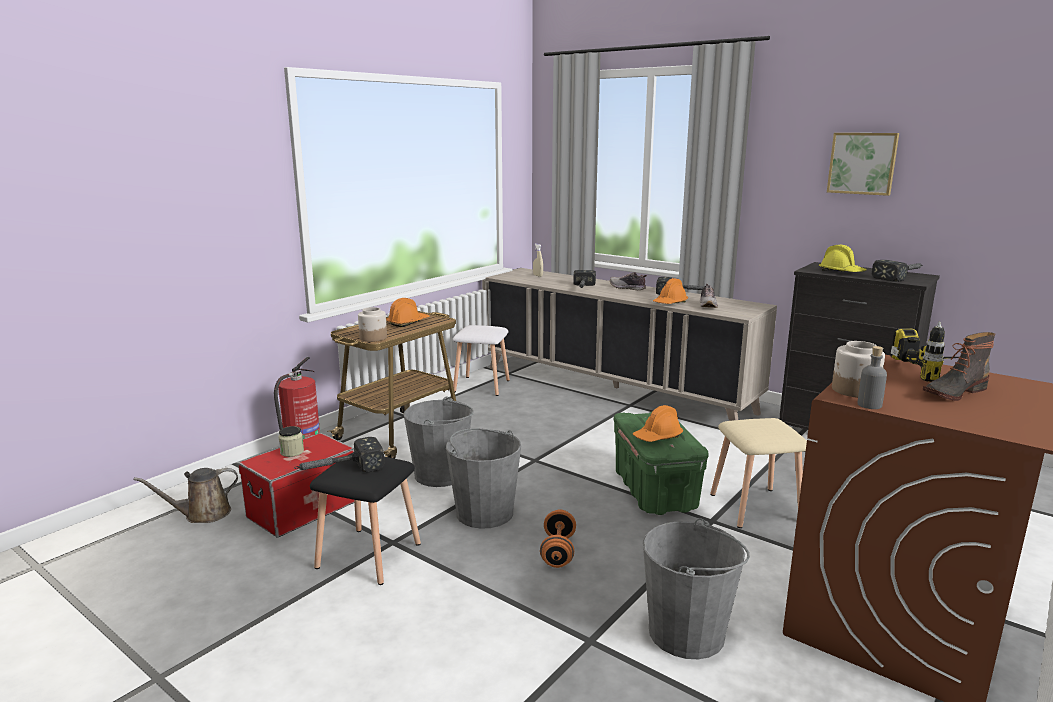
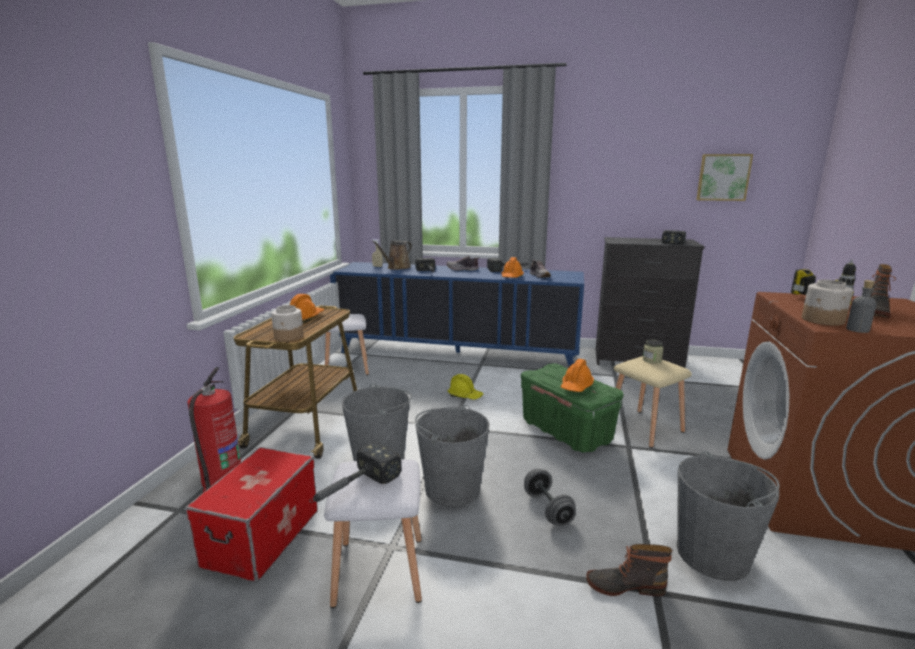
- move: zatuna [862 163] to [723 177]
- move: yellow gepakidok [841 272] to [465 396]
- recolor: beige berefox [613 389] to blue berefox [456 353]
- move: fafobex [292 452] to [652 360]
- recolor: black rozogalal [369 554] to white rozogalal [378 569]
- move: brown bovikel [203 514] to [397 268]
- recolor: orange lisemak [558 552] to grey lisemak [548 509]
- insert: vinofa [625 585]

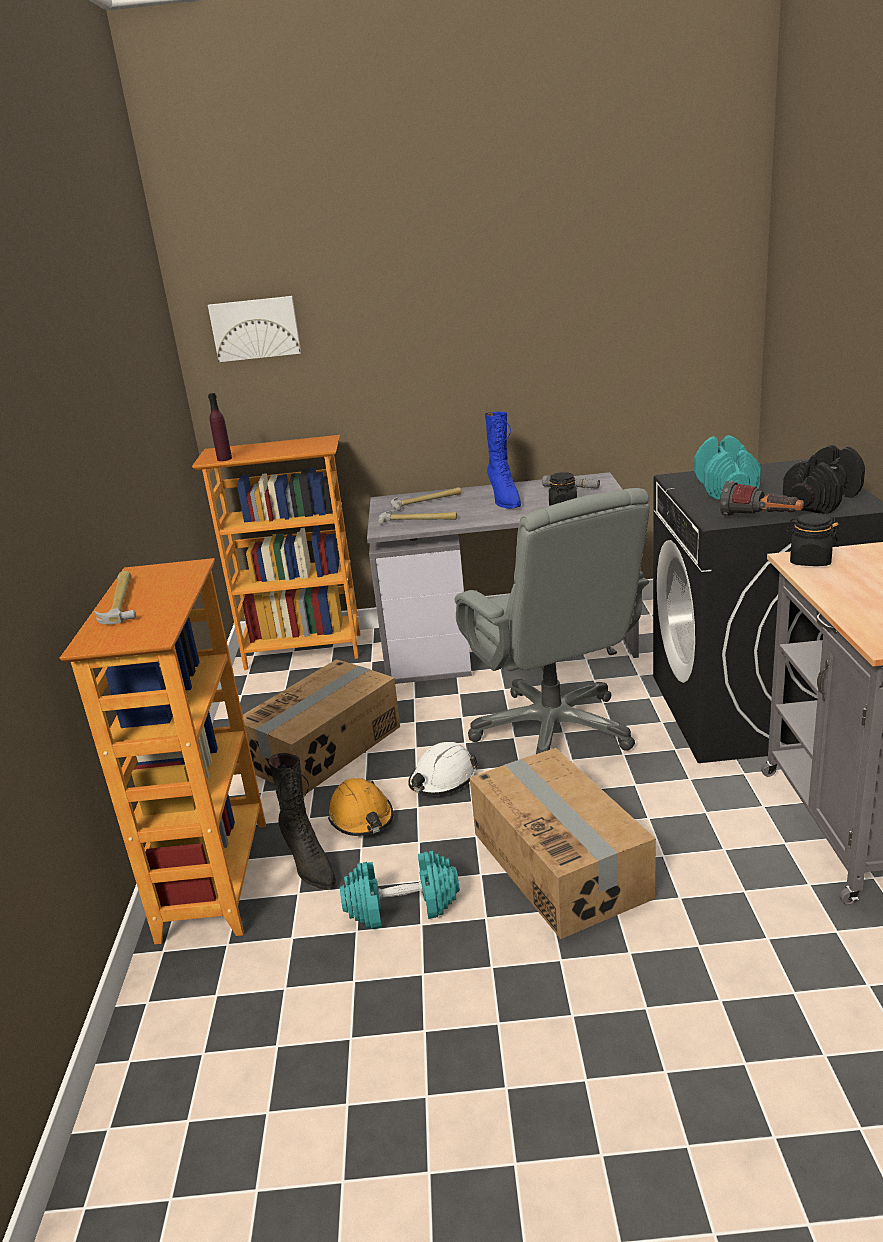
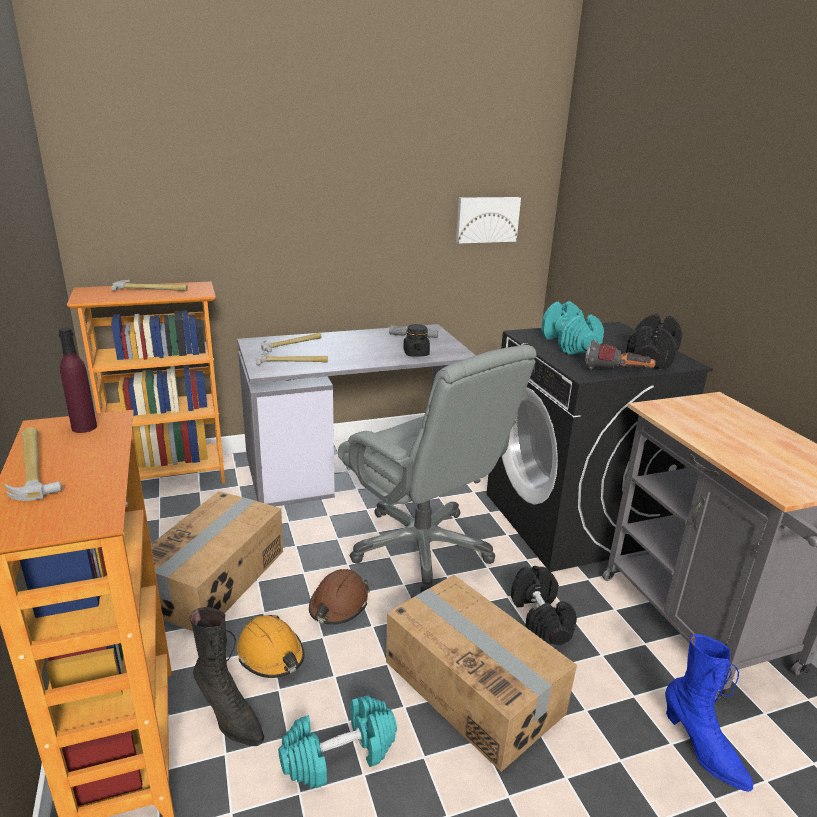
- move: zatuna [255 328] to [486 219]
- move: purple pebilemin [224 459] to [84 427]
- move: blue vinofa [504 500] to [702 749]
- delete: black fafobex [810 561]
- recolor: white gepakidok [442 780] to brown gepakidok [338 605]
- insert: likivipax [150 290]
- insert: black lisemak [539 618]

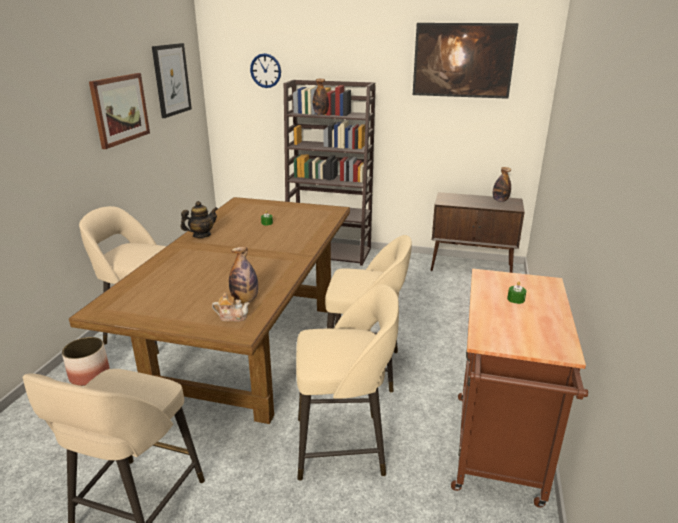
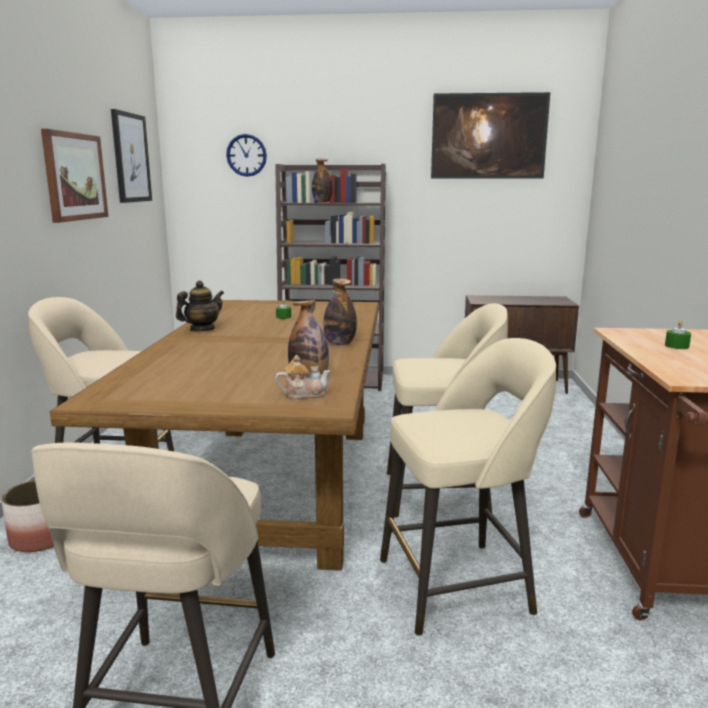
- move: pebilemin [500 200] to [339 343]

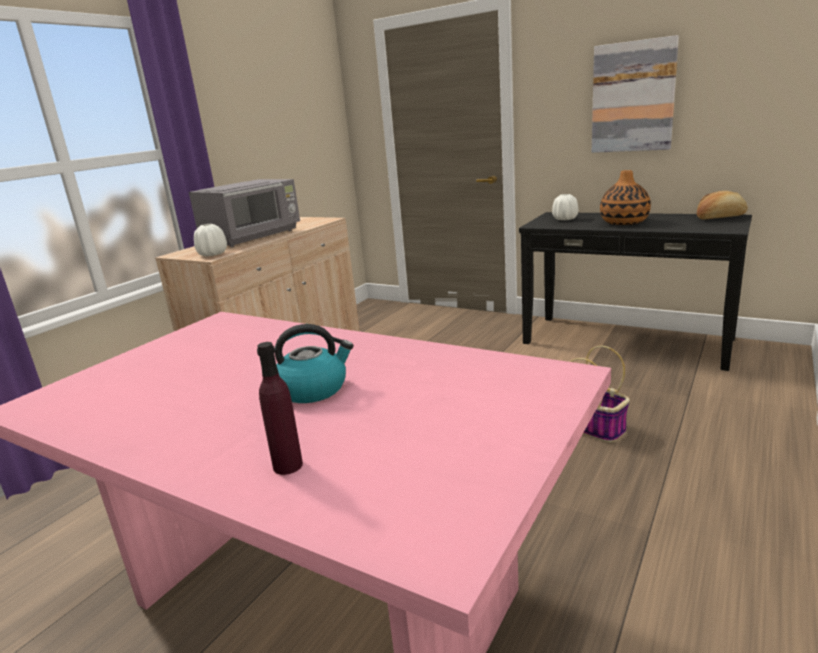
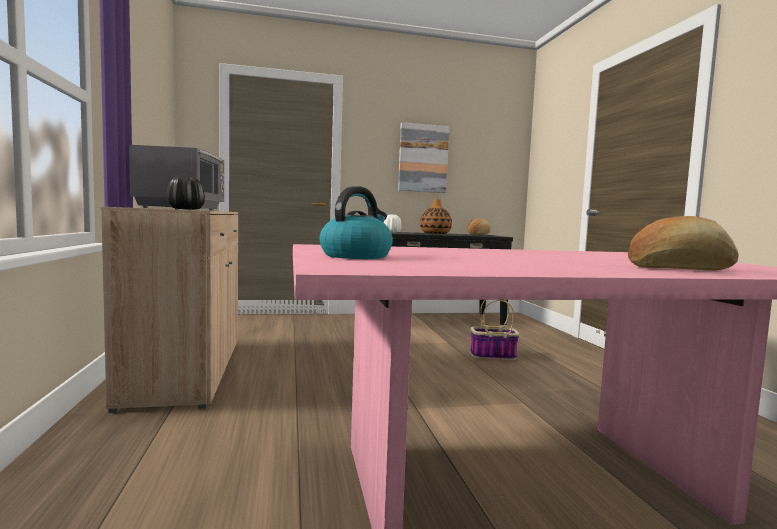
- recolor: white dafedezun [212 254] to black dafedezun [186 209]
- move: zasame [313 389] to [356 256]
- replace: purple pebilemin [288 465] to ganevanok [678 269]

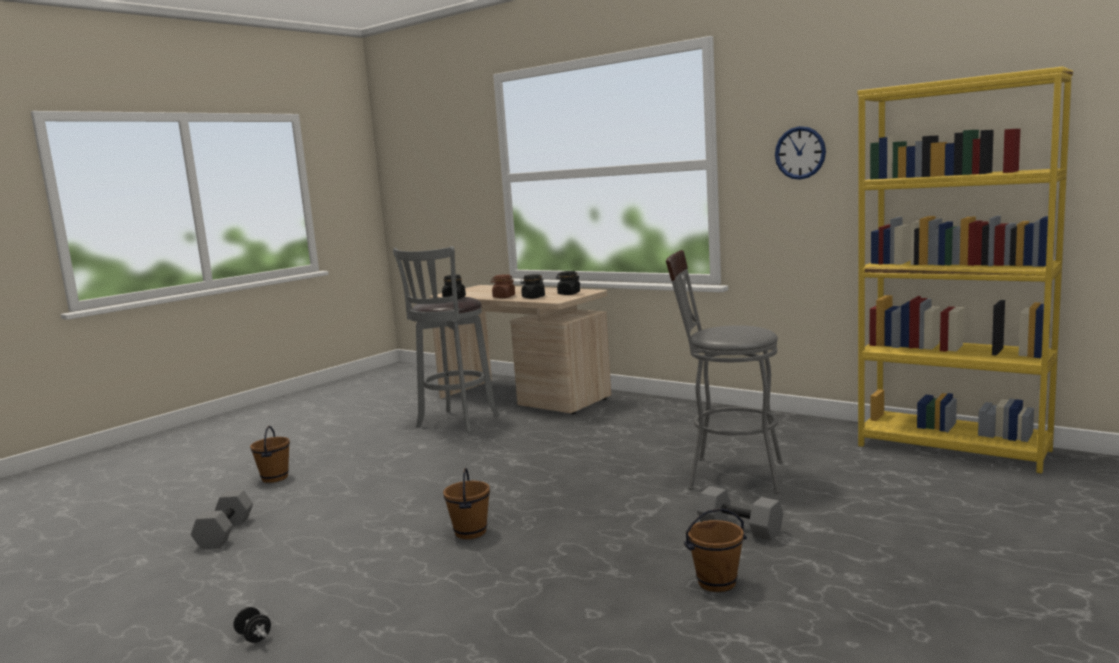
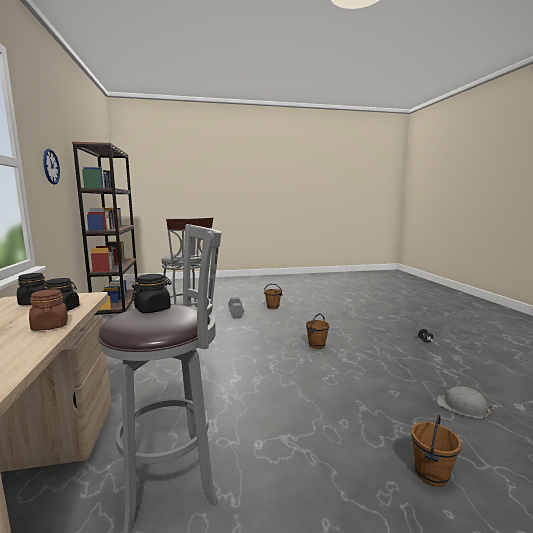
- recolor: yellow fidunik [953 448] to brown fidunik [117 306]
- replace: grey lisemak [224 532] to grey gepakidok [462 407]

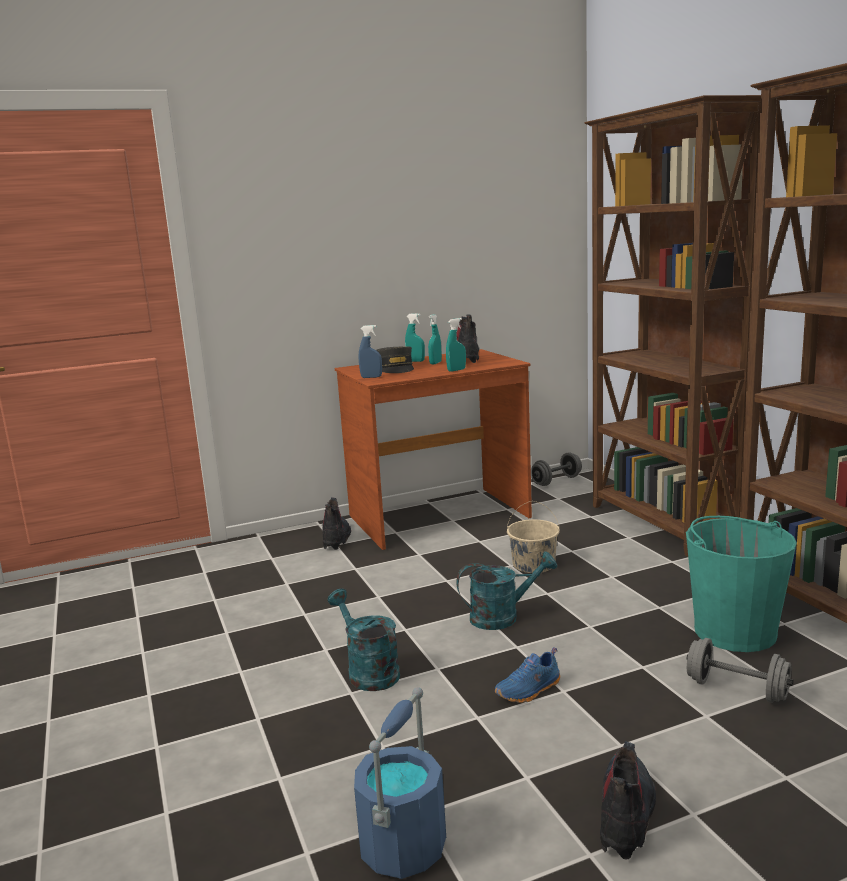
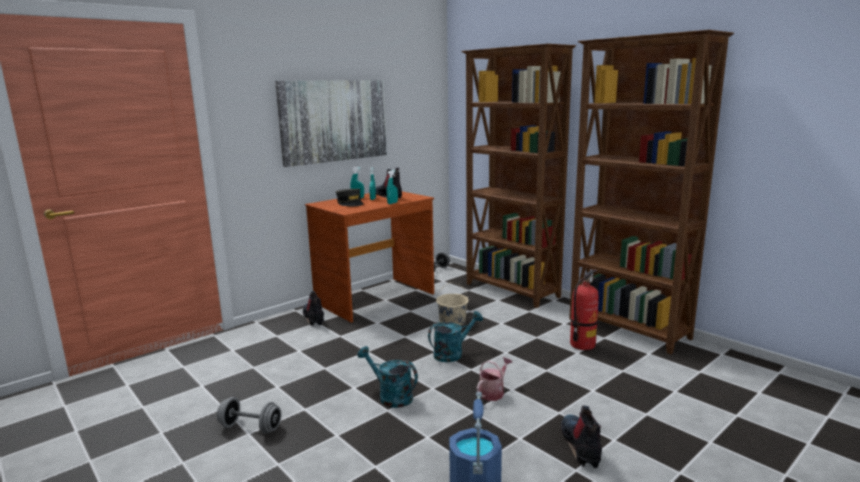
- delete: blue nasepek [371 377]
- replace: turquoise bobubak [734 631] to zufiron [582 345]
- move: grey lisemak [737 689] to [250 427]
- replace: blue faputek [529 691] to bovikel [493 392]
- insert: zatuna [334 121]

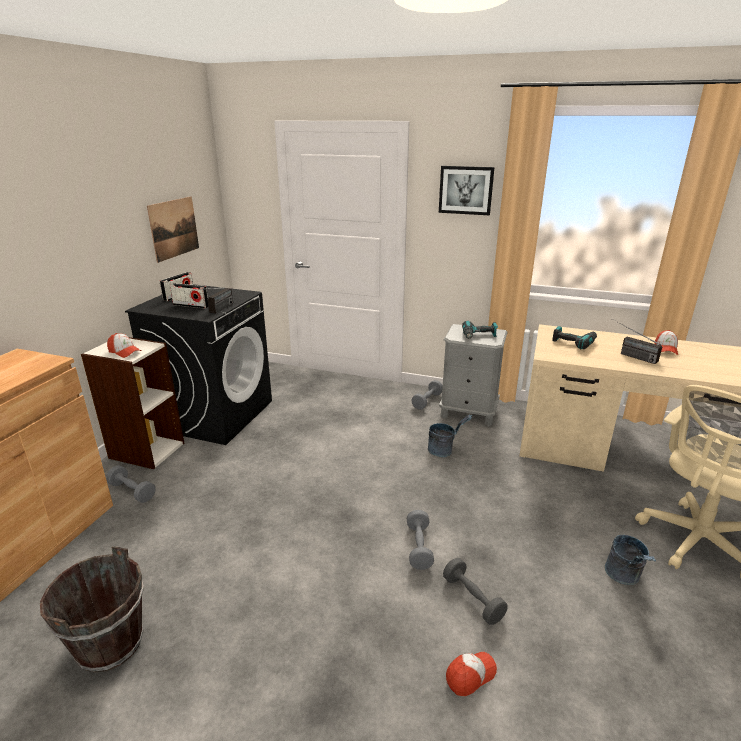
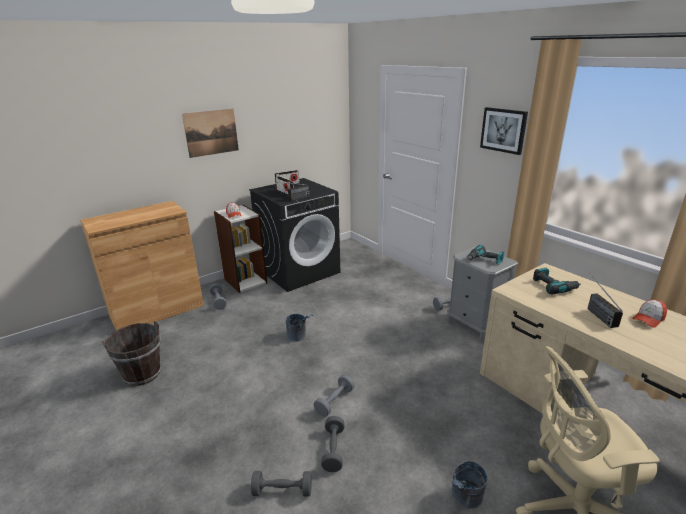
- move: zatuna [174 228] to [211 132]
- move: grey bobubak [444 450] to [299 337]
- replace: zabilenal [470 675] to grey lisemak [282 491]

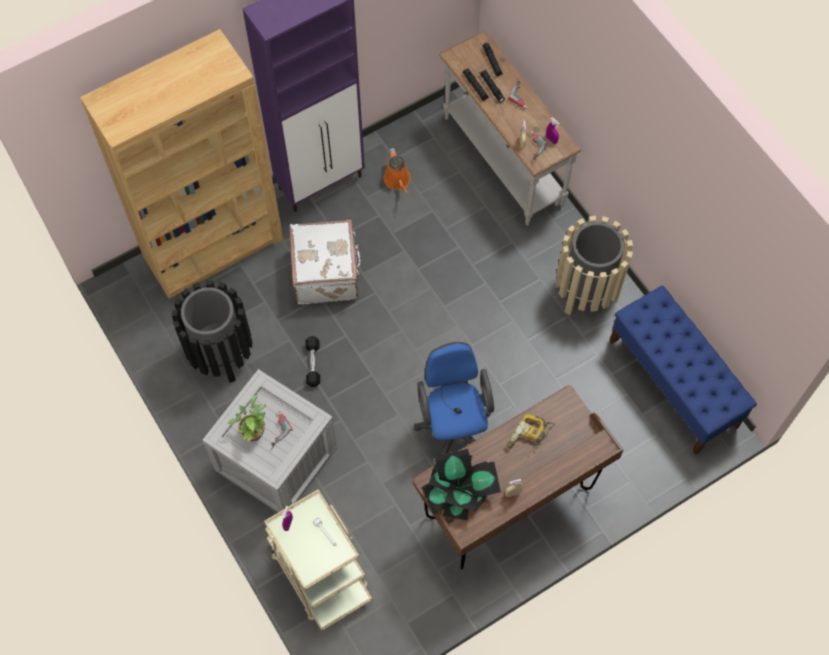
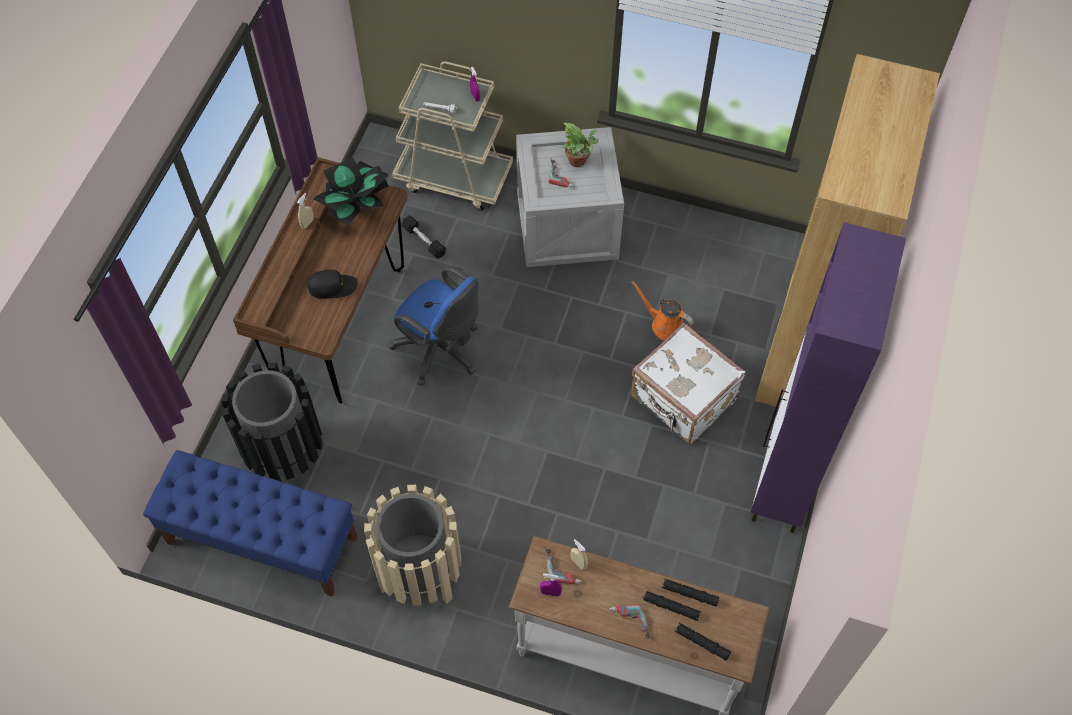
- move: orange bovikel [398 181] to [664 325]
- move: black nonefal [221 353] to [285 454]
- move: black lisemak [313 364] to [424 241]
- replace: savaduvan [529 437] to black zabilenal [332 286]

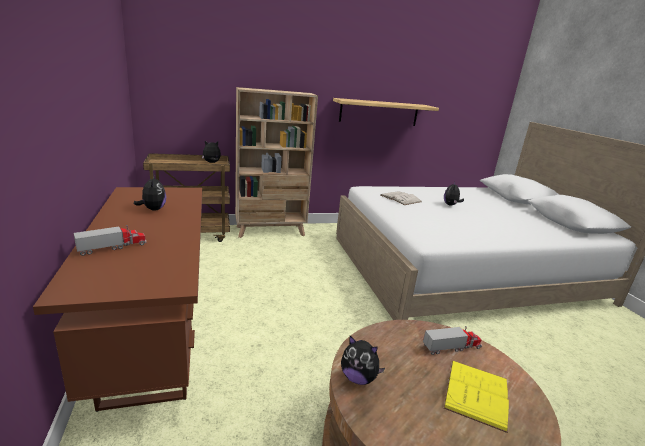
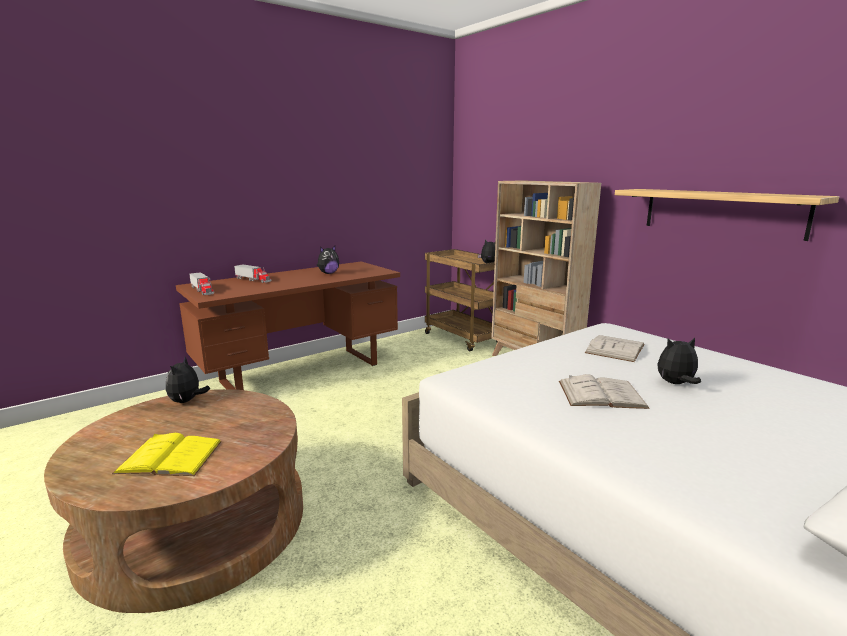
- move: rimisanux [452 347] to [202 290]
- insert: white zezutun [601 394]

